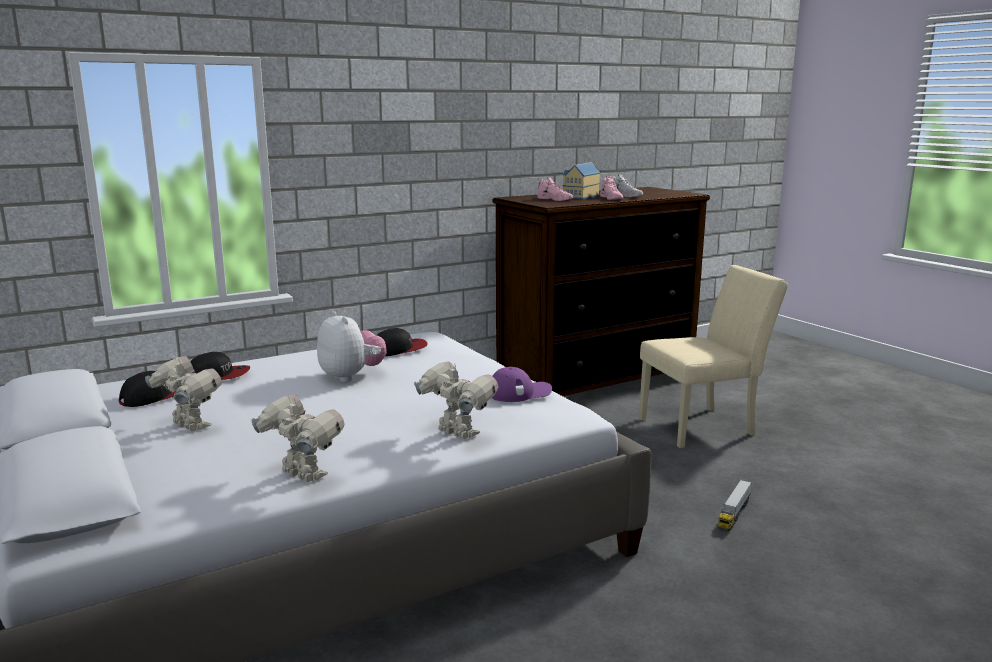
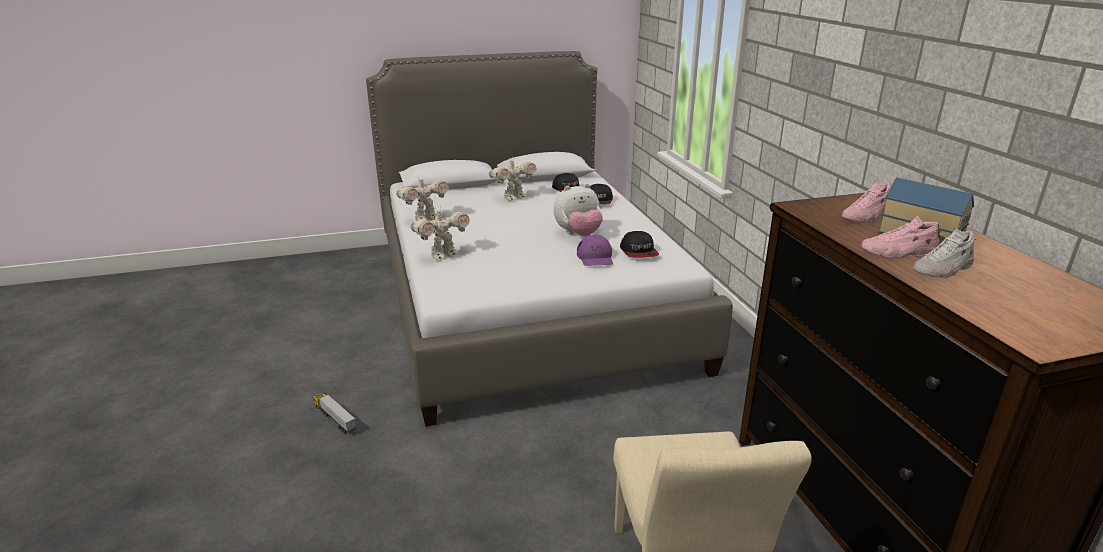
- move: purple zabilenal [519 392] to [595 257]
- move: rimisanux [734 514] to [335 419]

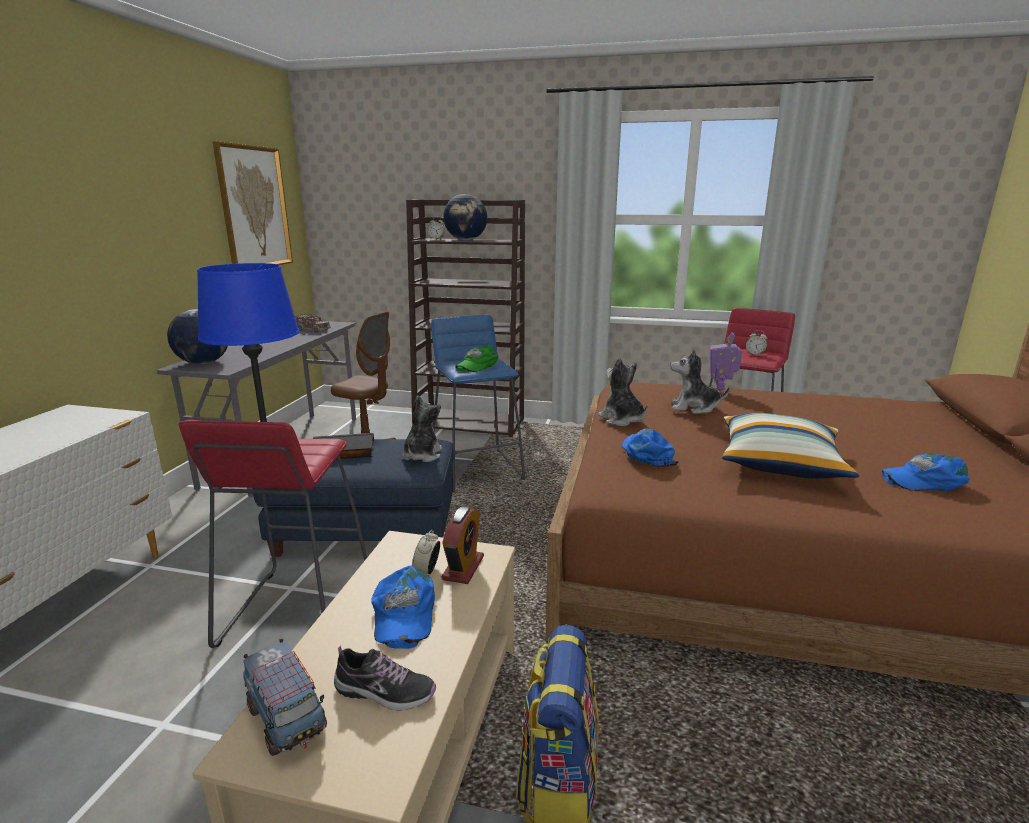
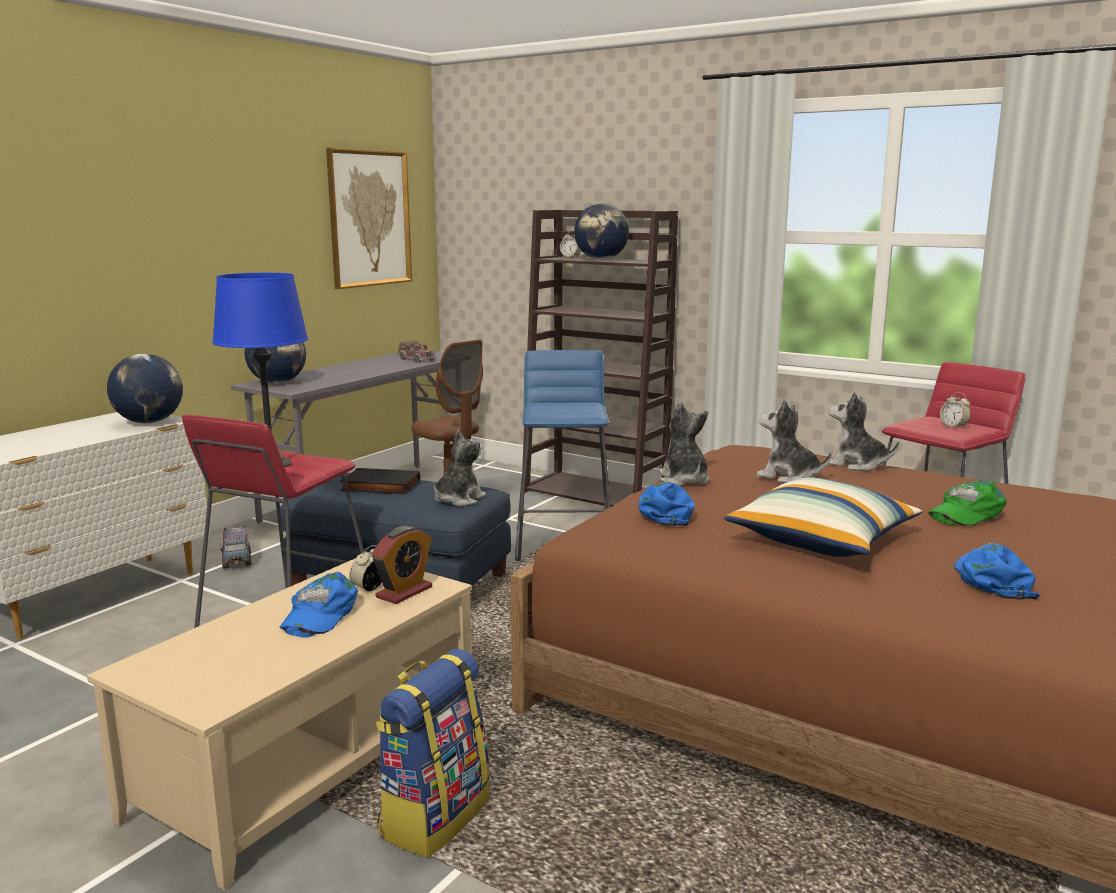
- replace: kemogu [720 391] to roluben [856 465]
- move: green zabilenal [477 365] to [965 513]
- rotate: blue zabilenal [924 480] = [992 579] 75 degrees clockwise
- move: rimisanux [287 719] to [237 561]
- delete: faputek [384 692]
- insert: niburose [149 422]

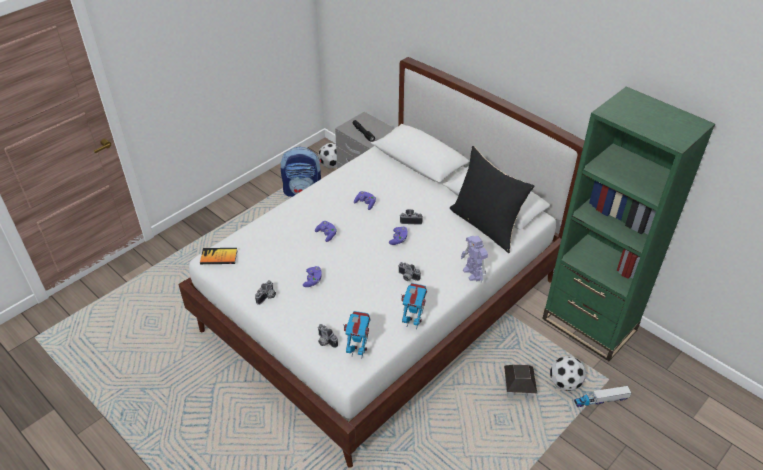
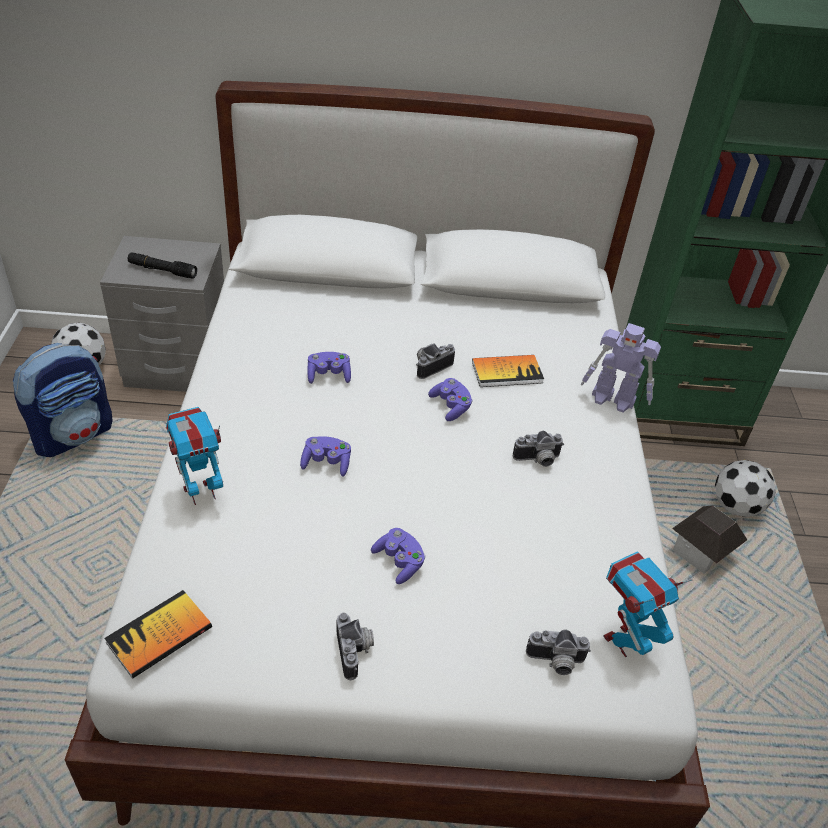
- delete: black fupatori [486 225]
- move: kemogu [413 323] to [201 492]
- delete: rimisanux [601 400]
- insert: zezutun [507 372]

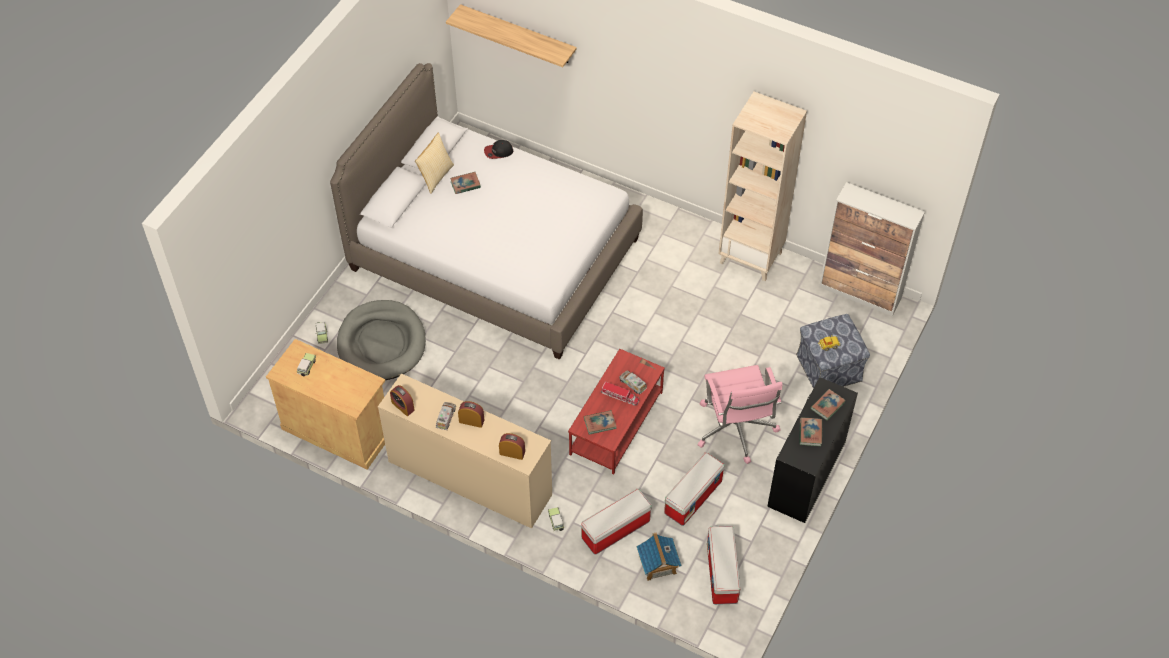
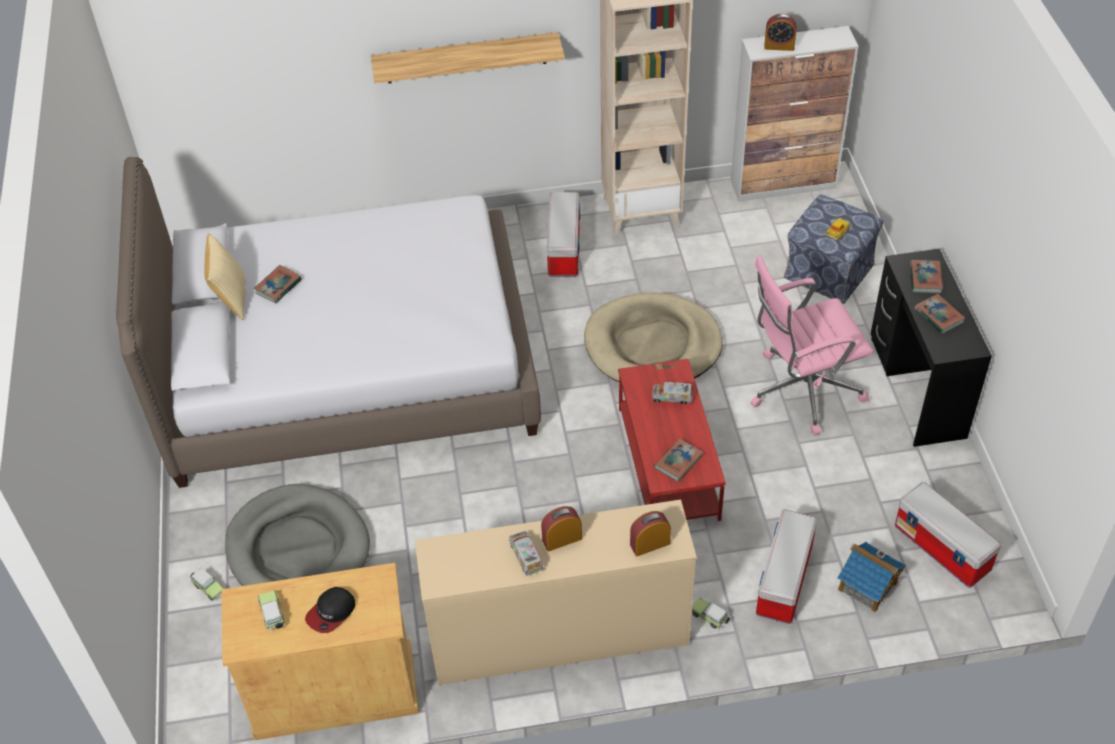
- move: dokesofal [518 34] to [466 58]
- move: zabilenal [498 152] to [331 613]
- rotate: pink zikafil [735 430] = [802 390] 120 degrees clockwise
- delete: rimisanux [620 396]
- move: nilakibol [403 406] to [779 46]
- move: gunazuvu [693 496] to [563 248]
- insert: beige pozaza [652 345]

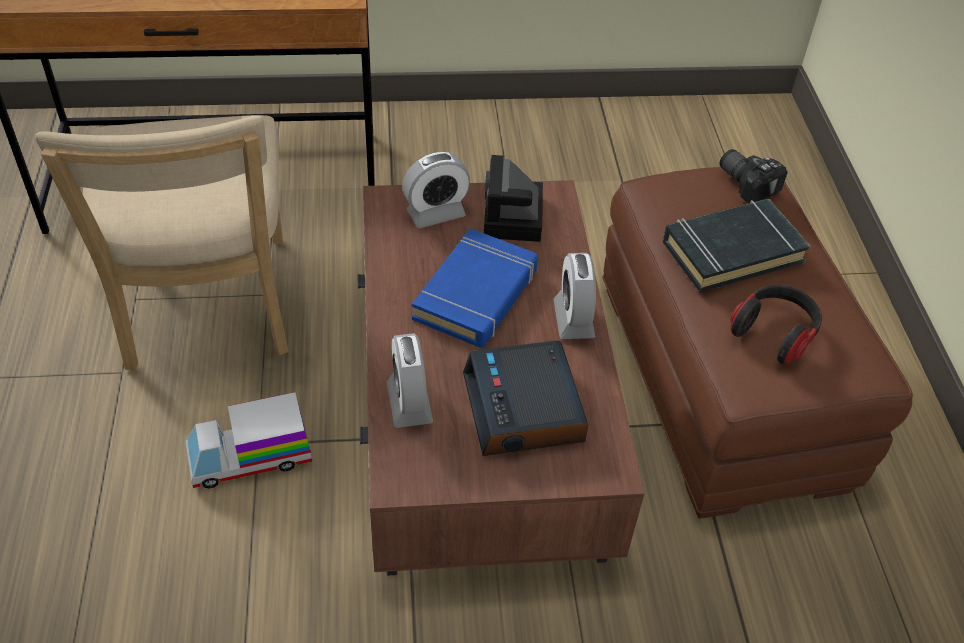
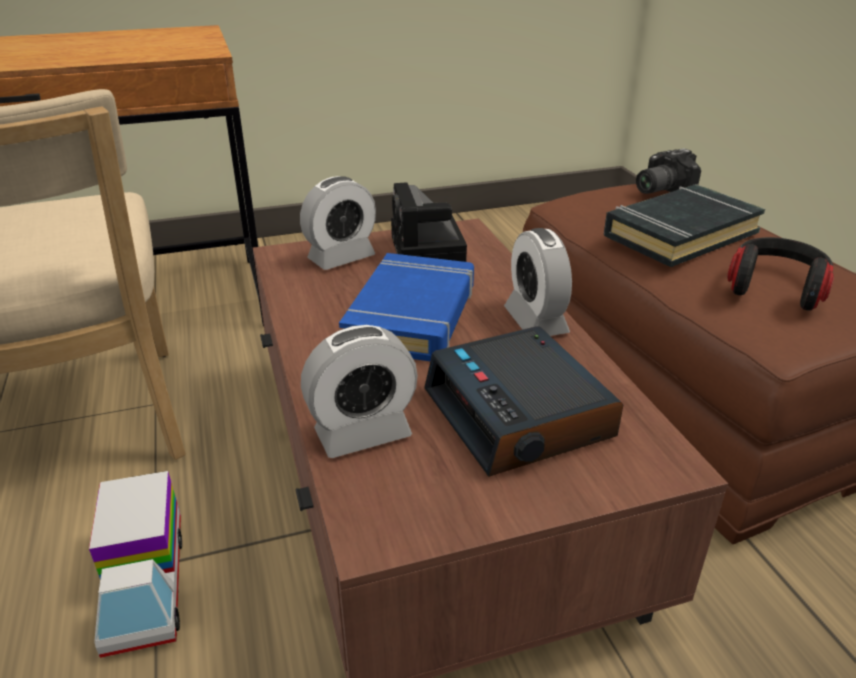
- rotate: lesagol [748 182] = [658 189] 75 degrees counterclockwise
- rotate: nilakibol [409 403] = [363 433] 90 degrees counterclockwise
- rotate: rimisanux [250 458] = [146 585] 75 degrees counterclockwise

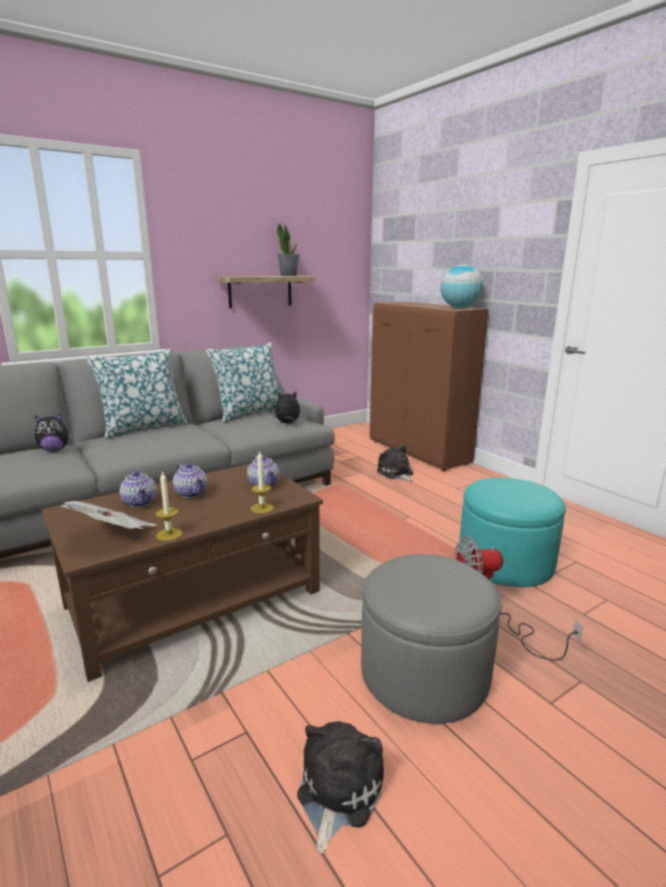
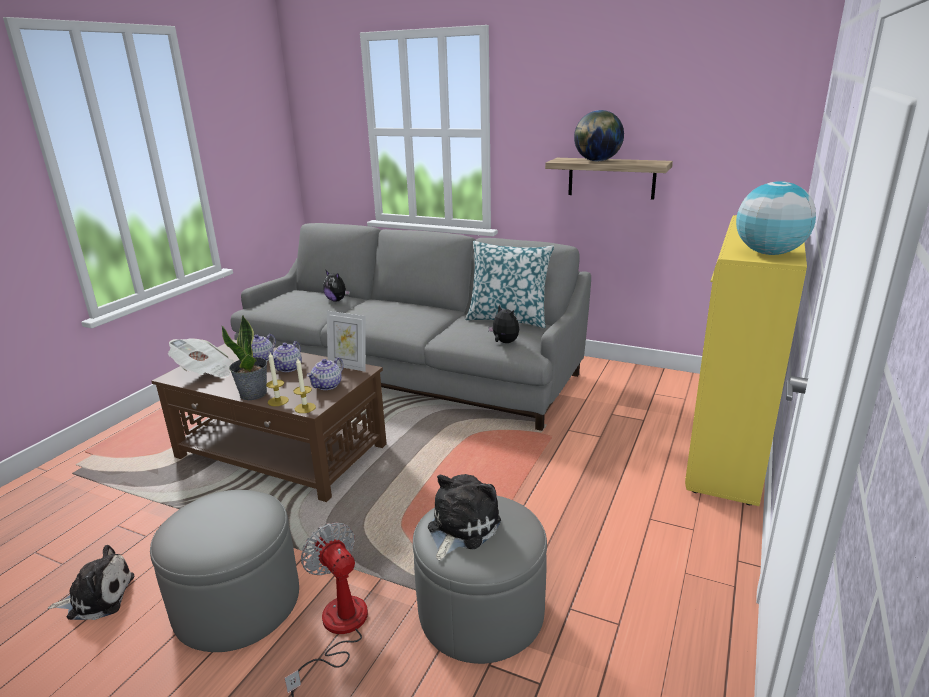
- move: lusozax [288 275] to [254 394]
- recolor: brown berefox [419 452] to yellow berefox [727 454]
- delete: fupatori [143 428]
- move: roluben [396 473] to [460 528]
- move: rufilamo [169 534] to [305 408]
- recolor: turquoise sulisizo [505 561] to grey sulisizo [481 611]
- insert: niburose [597 161]
- insert: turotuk [348 366]

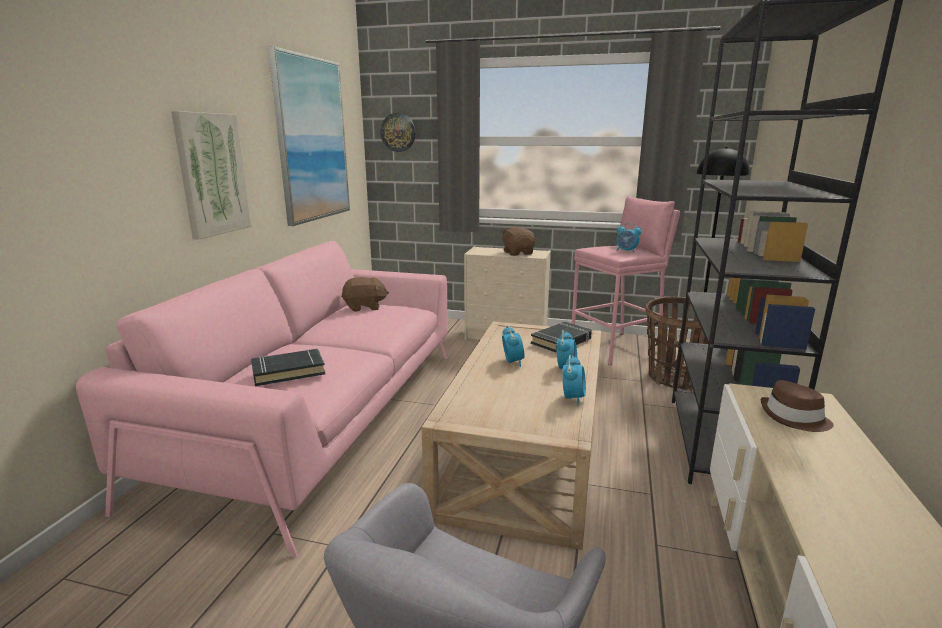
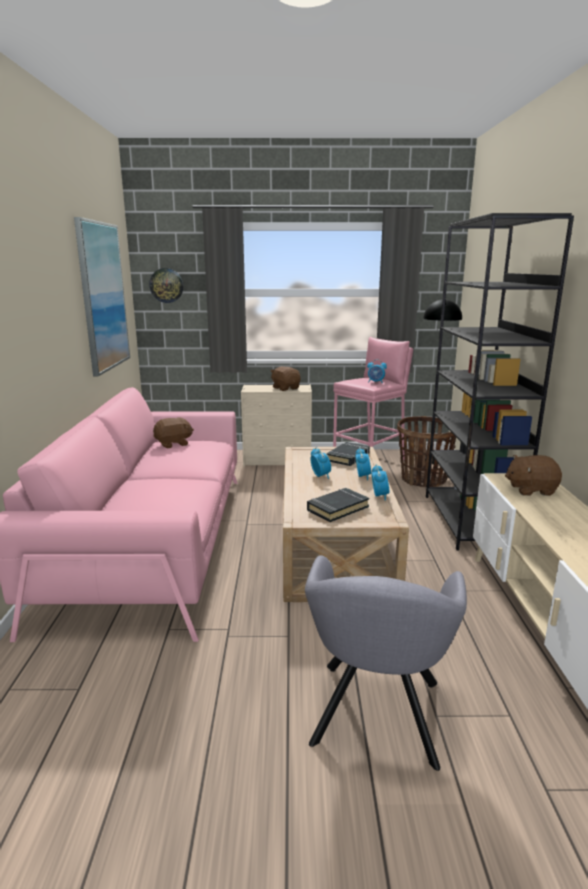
- delete: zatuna [212 174]
- move: black zezutun [288 372] to [337 508]
- replace: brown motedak [794 418] to brown roluben [530 489]

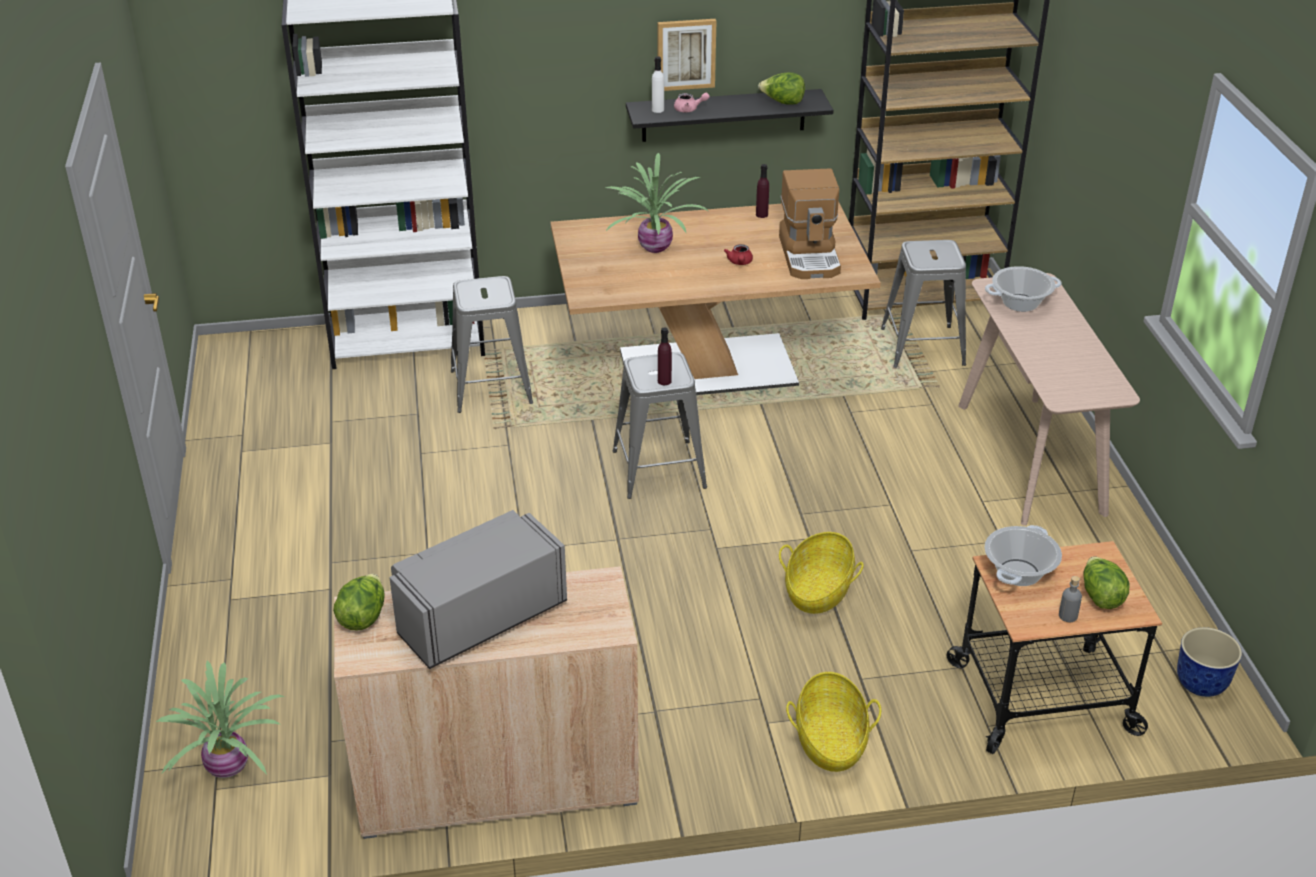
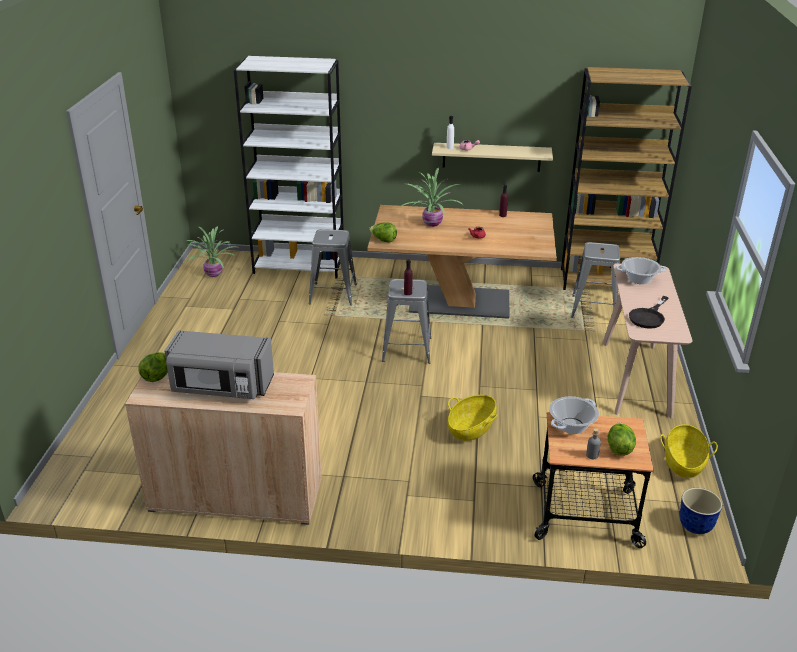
- delete: zatuna [686 54]
- move: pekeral [782 102] to [383 240]
- recolor: black dokesofal [723 115] to beige dokesofal [491 157]
- delete: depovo [810 255]
- rotate: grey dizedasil [479 616] = [221 387] 150 degrees counterclockwise
- move: lusozax [228 769] to [213 275]
- move: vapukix [830 741] to [683 462]
- insert: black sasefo [649 317]

